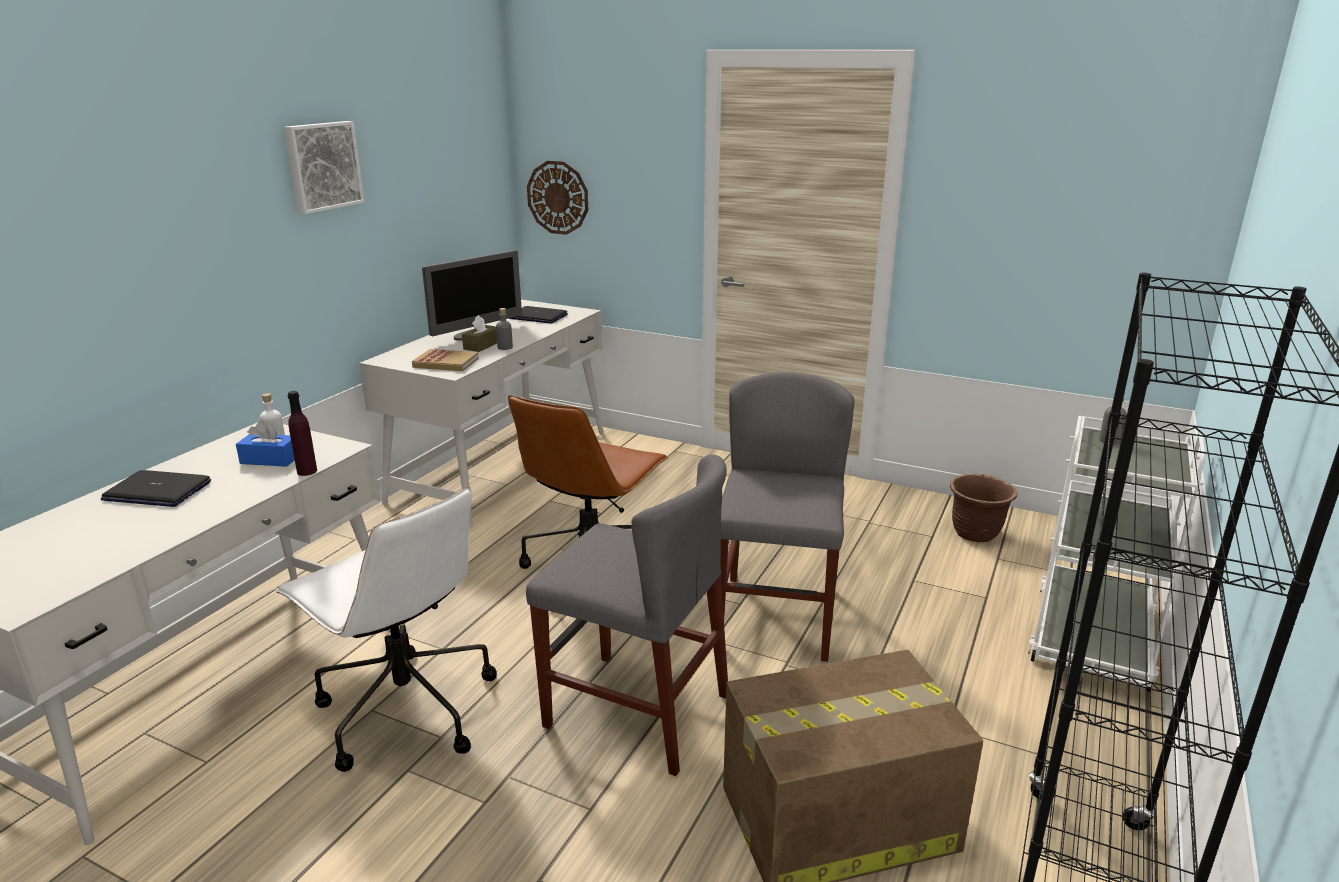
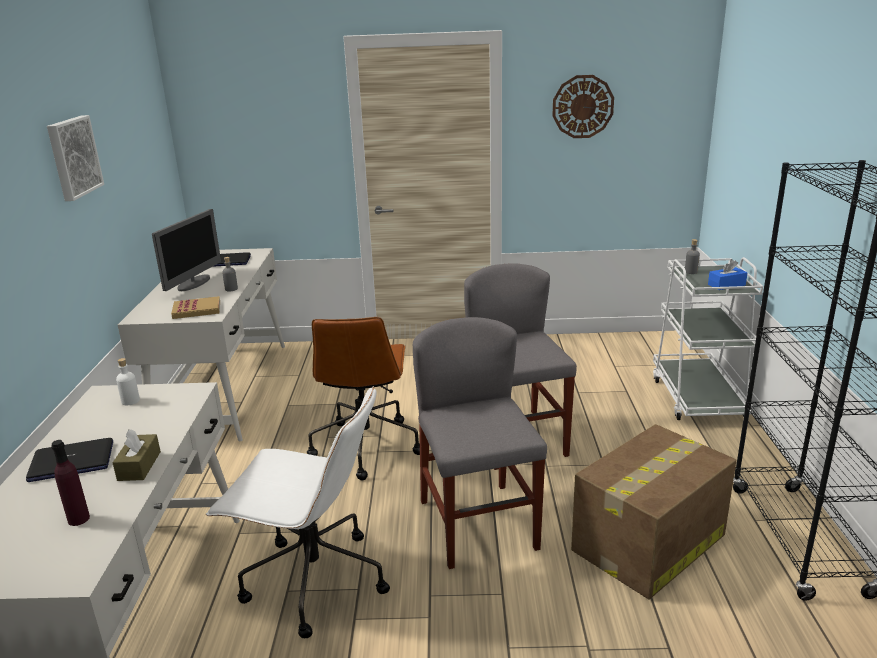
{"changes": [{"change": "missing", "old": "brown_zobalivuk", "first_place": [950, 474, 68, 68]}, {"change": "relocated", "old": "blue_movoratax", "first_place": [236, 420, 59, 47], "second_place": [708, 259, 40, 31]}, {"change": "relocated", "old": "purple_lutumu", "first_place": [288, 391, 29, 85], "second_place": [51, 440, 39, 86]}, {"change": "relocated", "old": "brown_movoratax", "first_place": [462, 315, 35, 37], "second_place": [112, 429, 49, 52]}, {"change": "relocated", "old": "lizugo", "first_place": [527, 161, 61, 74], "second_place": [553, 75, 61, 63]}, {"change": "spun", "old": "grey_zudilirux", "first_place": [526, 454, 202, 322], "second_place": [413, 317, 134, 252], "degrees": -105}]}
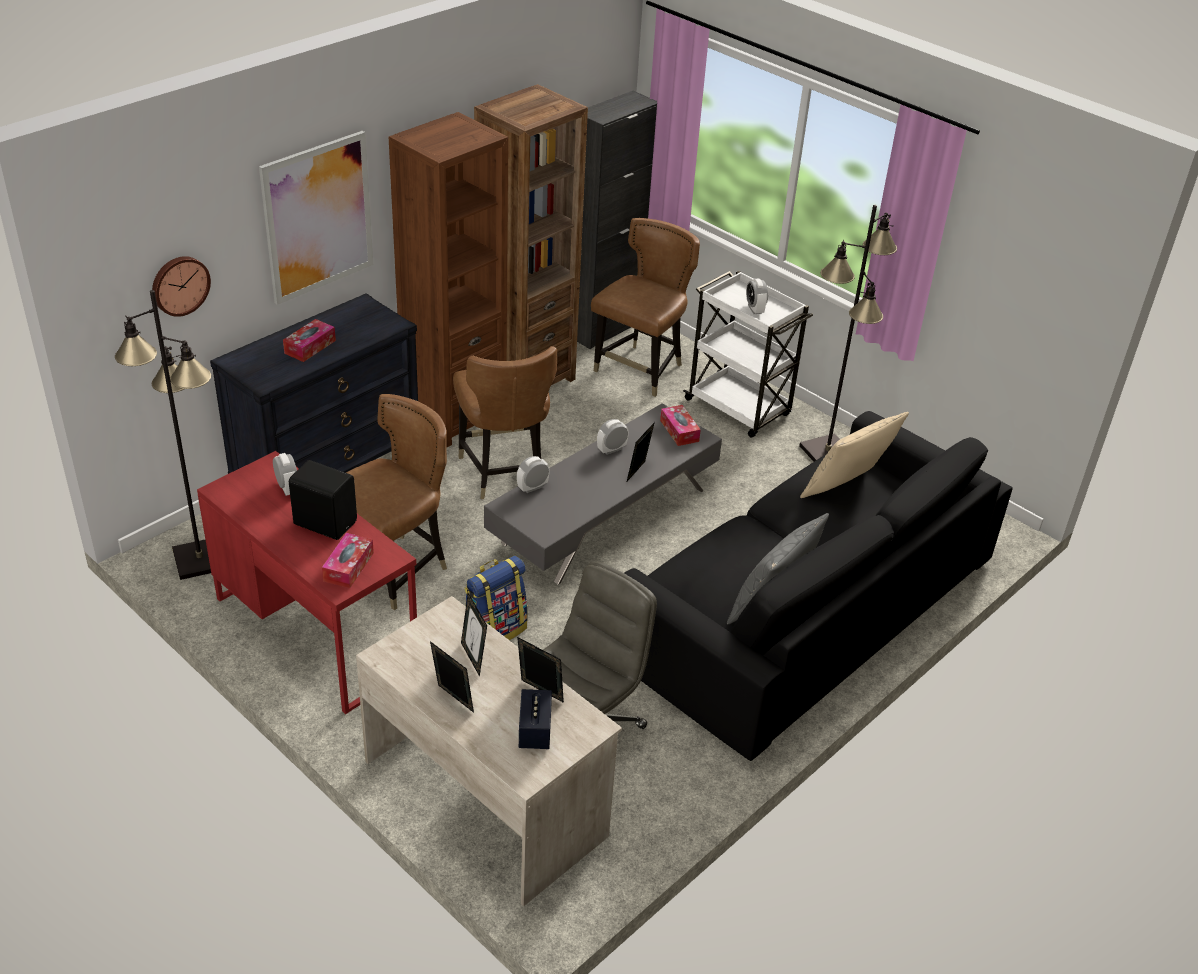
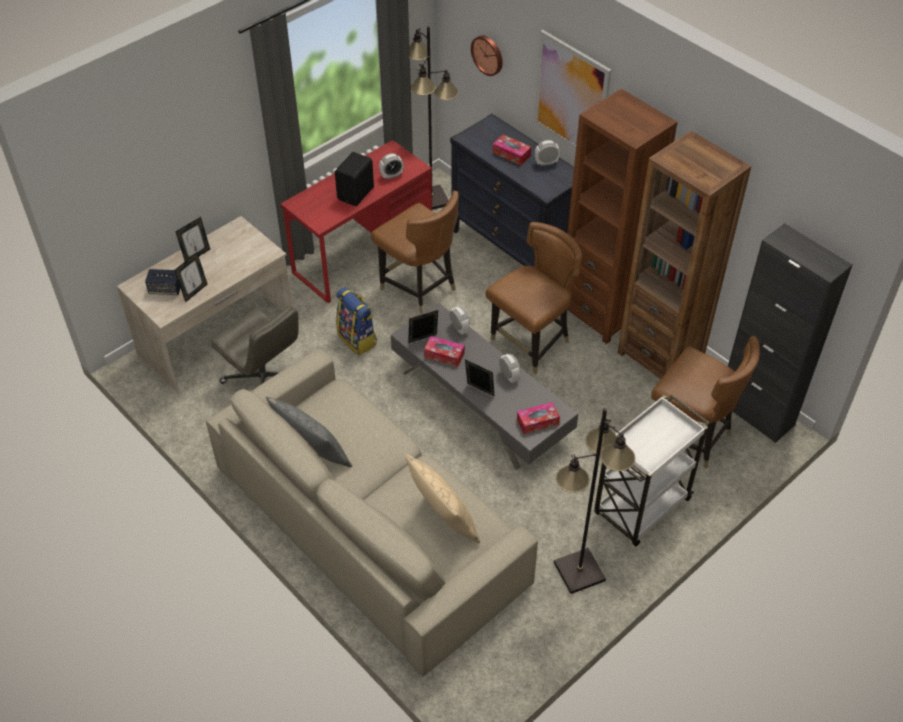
{"changes": [{"change": "relocated", "old": "movoratax", "first_place": [322, 533, 52, 55], "second_place": [424, 336, 41, 31]}, {"change": "relocated", "old": "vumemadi", "first_place": [461, 593, 26, 84], "second_place": [408, 310, 30, 33]}, {"change": "relocated", "old": "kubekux", "first_place": [746, 278, 22, 36], "second_place": [535, 140, 25, 26]}, {"change": "colour", "old": "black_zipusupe", "new": "beige_zipusupe", "first_place": [624, 411, 389, 350], "second_place": [206, 348, 332, 328]}, {"change": "spun", "old": "brown_zudilirux", "first_place": [453, 346, 104, 153], "second_place": [485, 222, 97, 152], "degrees": 150}]}
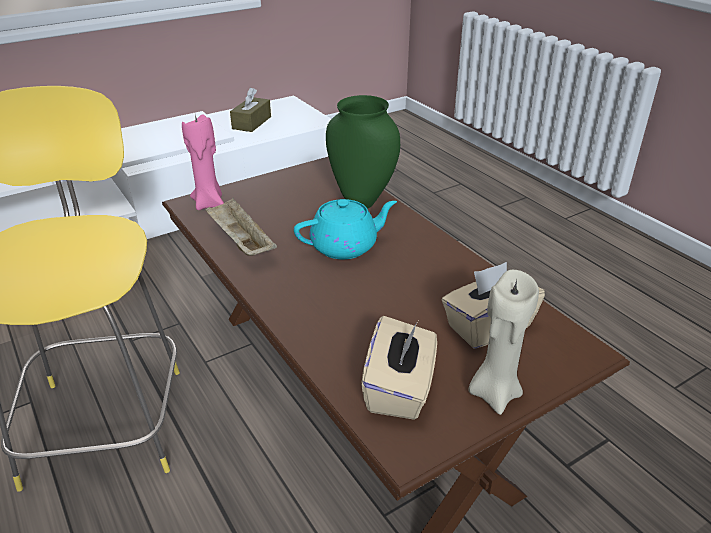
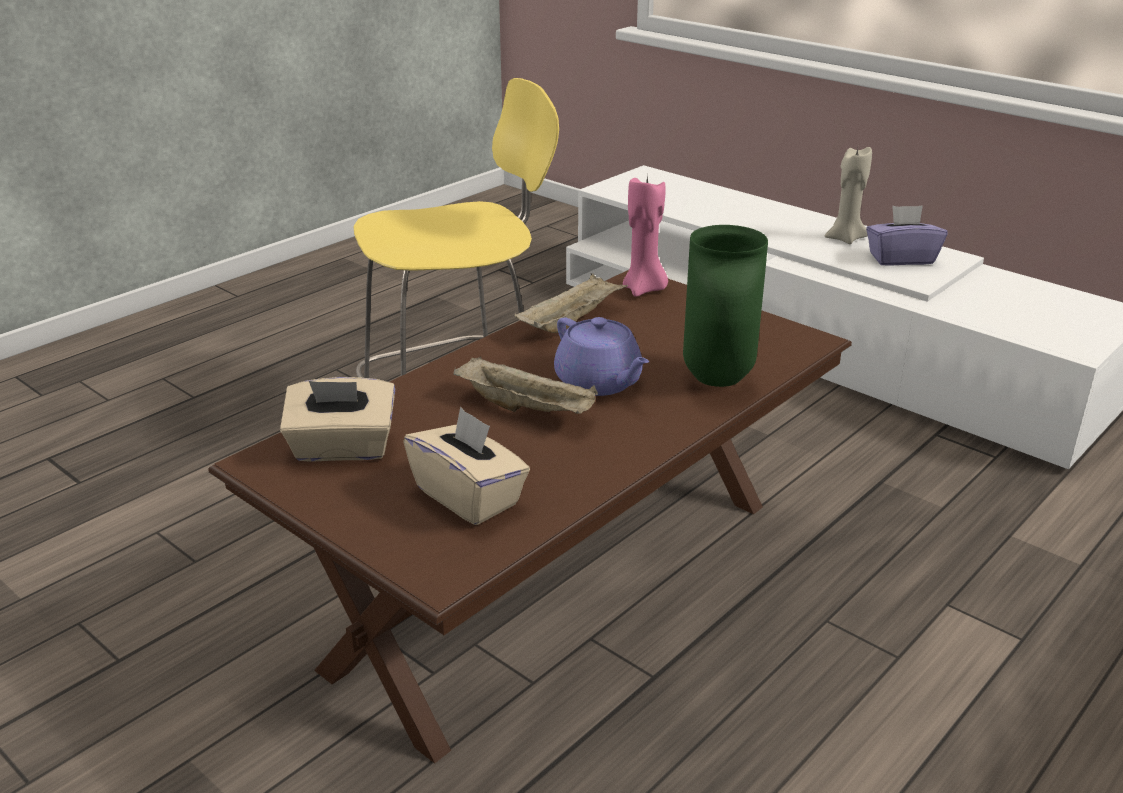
{"changes": [{"change": "missing", "old": "brown_movoratax", "first_place": [230, 88, 41, 44]}, {"change": "appeared", "new": "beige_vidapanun", "second_place": [453, 357, 145, 57]}, {"change": "appeared", "new": "purple_movoratax", "second_place": [866, 205, 82, 61]}, {"change": "relocated", "old": "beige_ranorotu", "first_place": [468, 270, 71, 145], "second_place": [824, 147, 48, 97]}, {"change": "colour", "old": "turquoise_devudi", "new": "purple_devudi", "first_place": [294, 199, 103, 60], "second_place": [554, 317, 95, 79]}]}
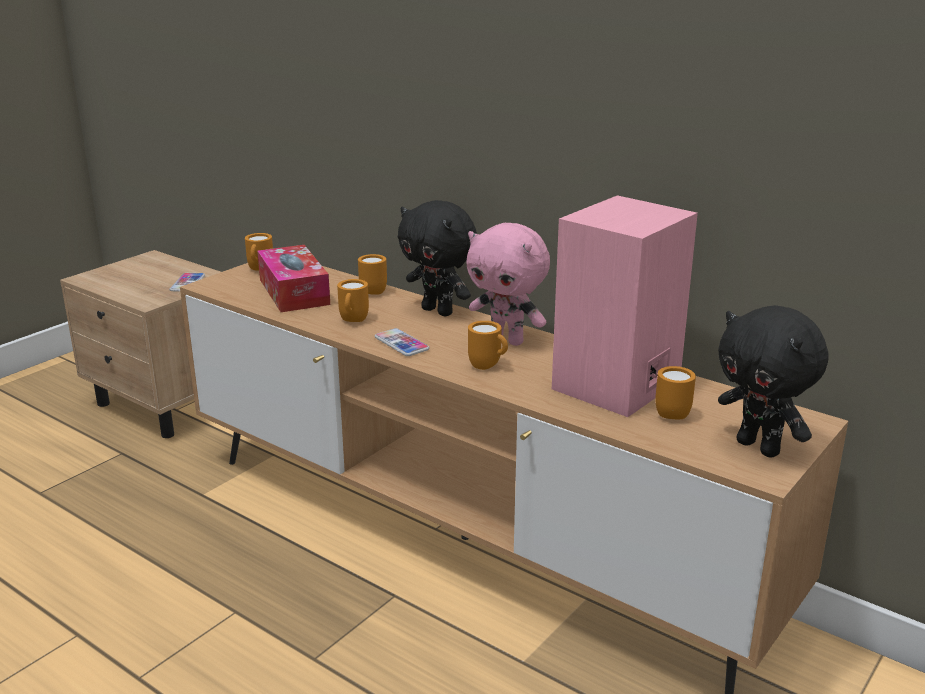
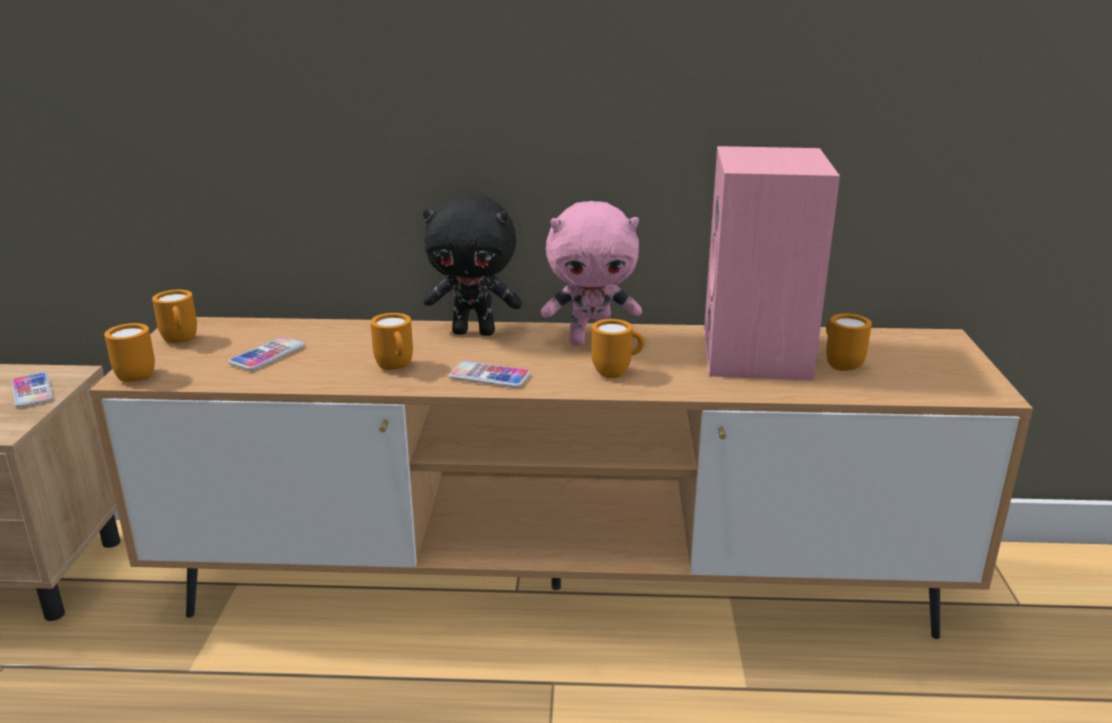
{"changes": [{"change": "missing", "old": "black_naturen", "first_place": [718, 305, 110, 153]}, {"change": "relocated", "old": "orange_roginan", "first_place": [358, 254, 29, 41], "second_place": [104, 323, 51, 59]}, {"change": "exchanged", "old": "movoratax", "new": "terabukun", "first_place": [257, 245, 73, 67], "second_place": [229, 336, 76, 35]}]}
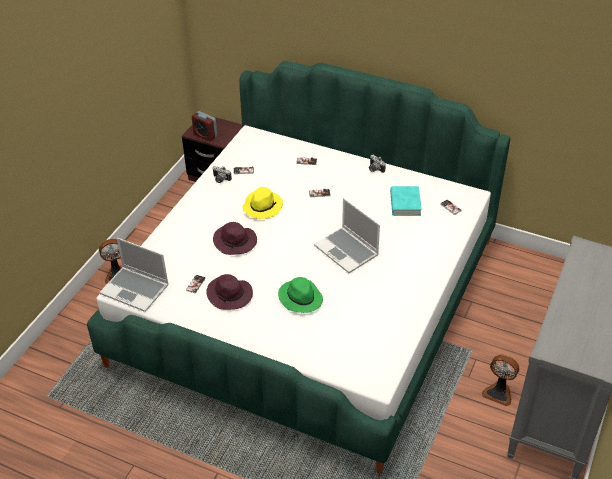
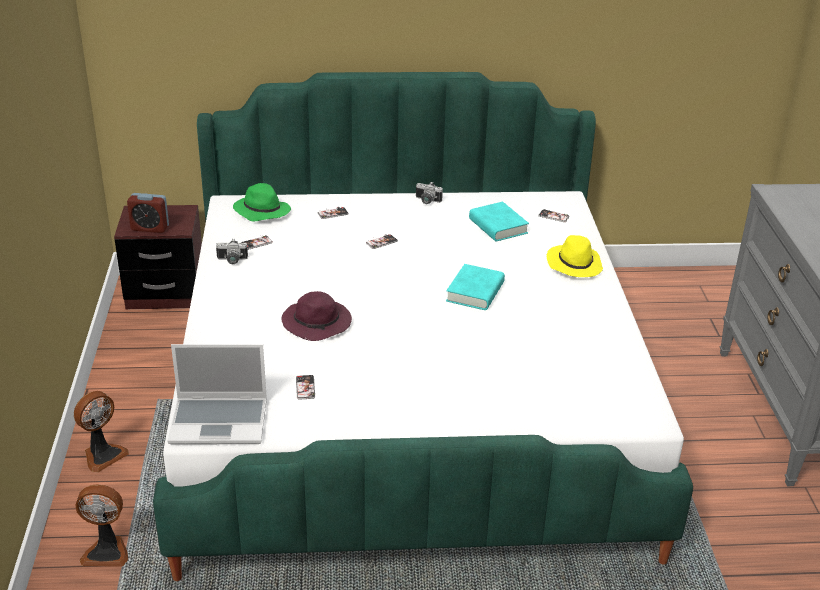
{"changes": [{"change": "missing", "old": "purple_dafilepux", "first_place": [206, 274, 47, 36]}, {"change": "relocated", "old": "yellow_dafilepux", "first_place": [242, 187, 41, 32], "second_place": [547, 235, 56, 42]}, {"change": "relocated", "old": "green_dafilepux", "first_place": [278, 277, 45, 36], "second_place": [233, 183, 58, 38]}, {"change": "relocated", "old": "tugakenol", "first_place": [482, 355, 37, 51], "second_place": [75, 485, 53, 82]}, {"change": "exchanged", "old": "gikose", "new": "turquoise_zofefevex", "first_place": [314, 198, 66, 75], "second_place": [446, 264, 59, 46]}]}
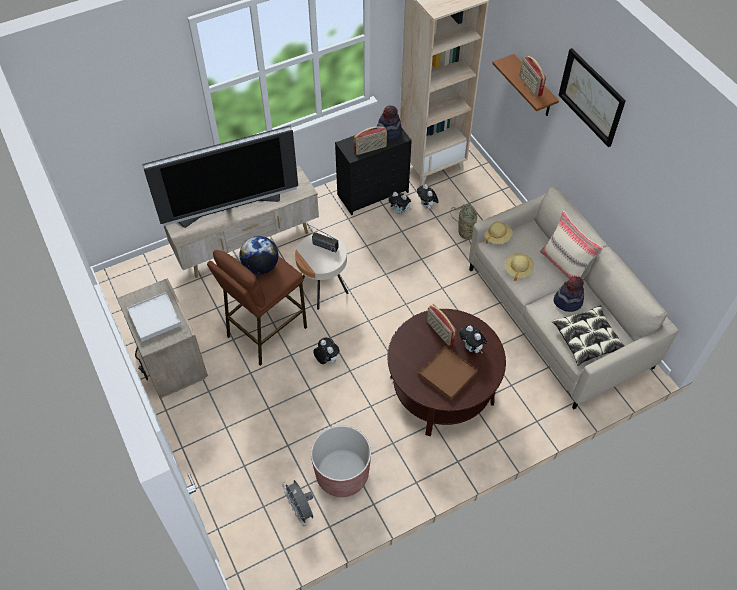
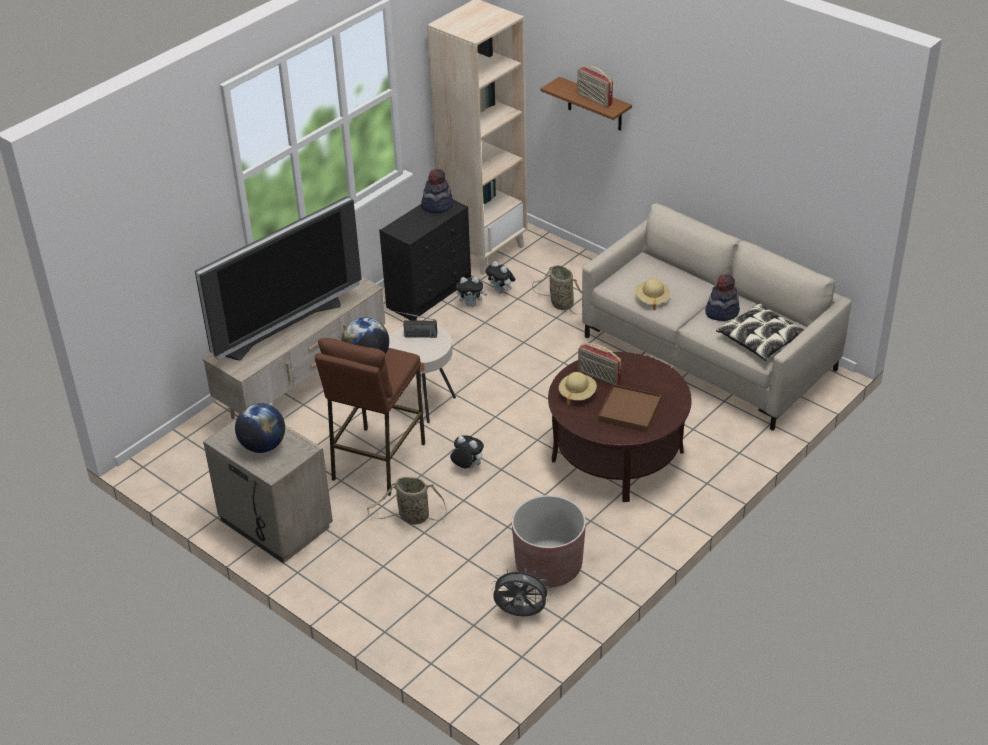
{"changes": [{"change": "missing", "old": "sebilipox", "first_place": [354, 126, 33, 29]}, {"change": "missing", "old": "naturen", "first_place": [459, 326, 28, 27]}, {"change": "missing", "old": "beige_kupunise", "first_place": [540, 211, 63, 68]}, {"change": "missing", "old": "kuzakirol", "first_place": [558, 48, 68, 99]}, {"change": "appeared", "new": "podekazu", "second_place": [367, 477, 80, 48]}, {"change": "relocated", "old": "beige_dafilepux", "first_place": [484, 222, 29, 22], "second_place": [559, 372, 38, 33]}, {"change": "exchanged", "old": "white_vidapanun", "new": "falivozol", "first_place": [127, 292, 54, 50], "second_place": [235, 403, 50, 50]}, {"change": "spun", "old": "grey_tugakenol", "first_place": [282, 480, 31, 46], "second_place": [492, 567, 59, 49], "degrees": 150}]}
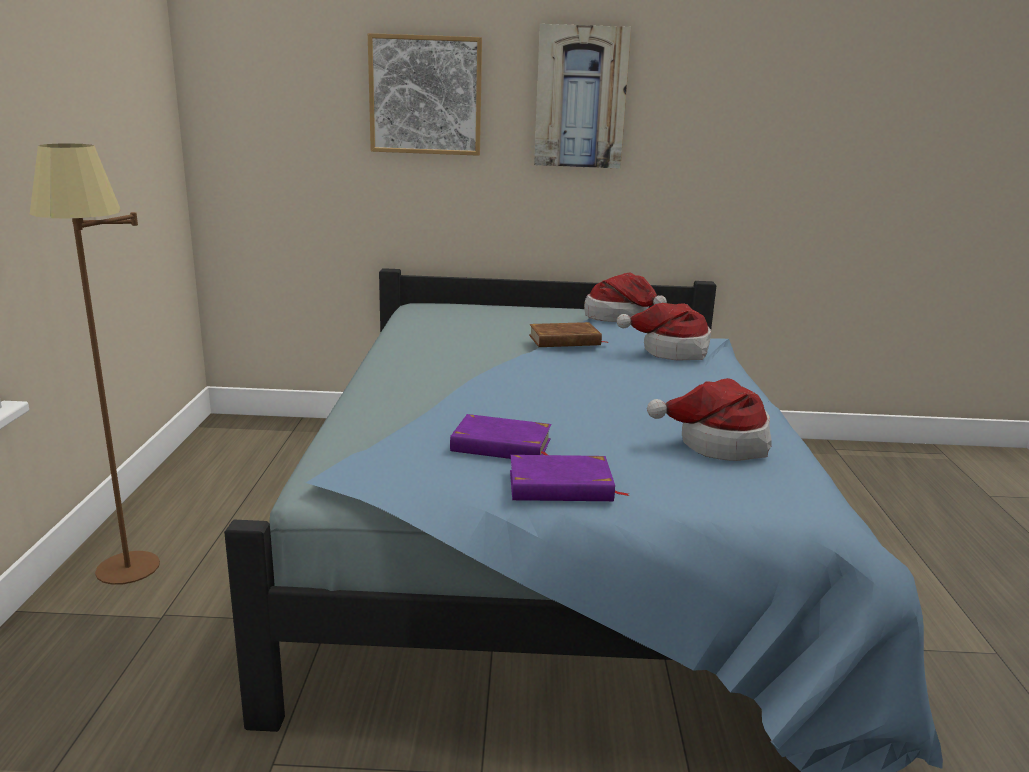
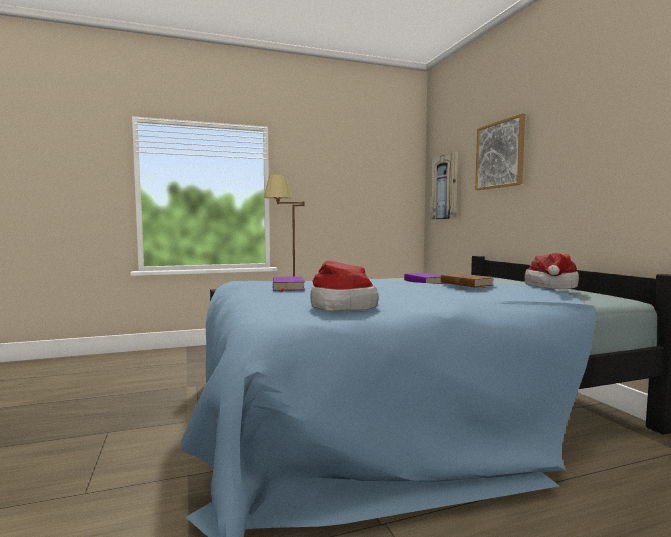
{"changes": [{"change": "missing", "old": "dafilepux", "first_place": [617, 303, 94, 57]}, {"change": "relocated", "old": "purple_zofefevex", "first_place": [510, 455, 120, 46], "second_place": [404, 273, 43, 11]}, {"change": "relocated", "old": "kuzakirol", "first_place": [534, 24, 97, 145], "second_place": [430, 152, 28, 68]}]}
